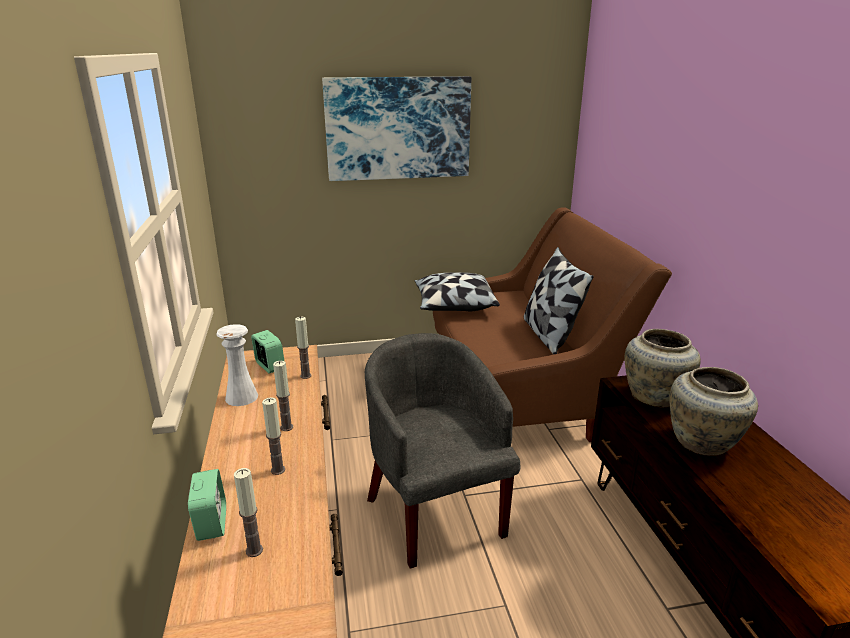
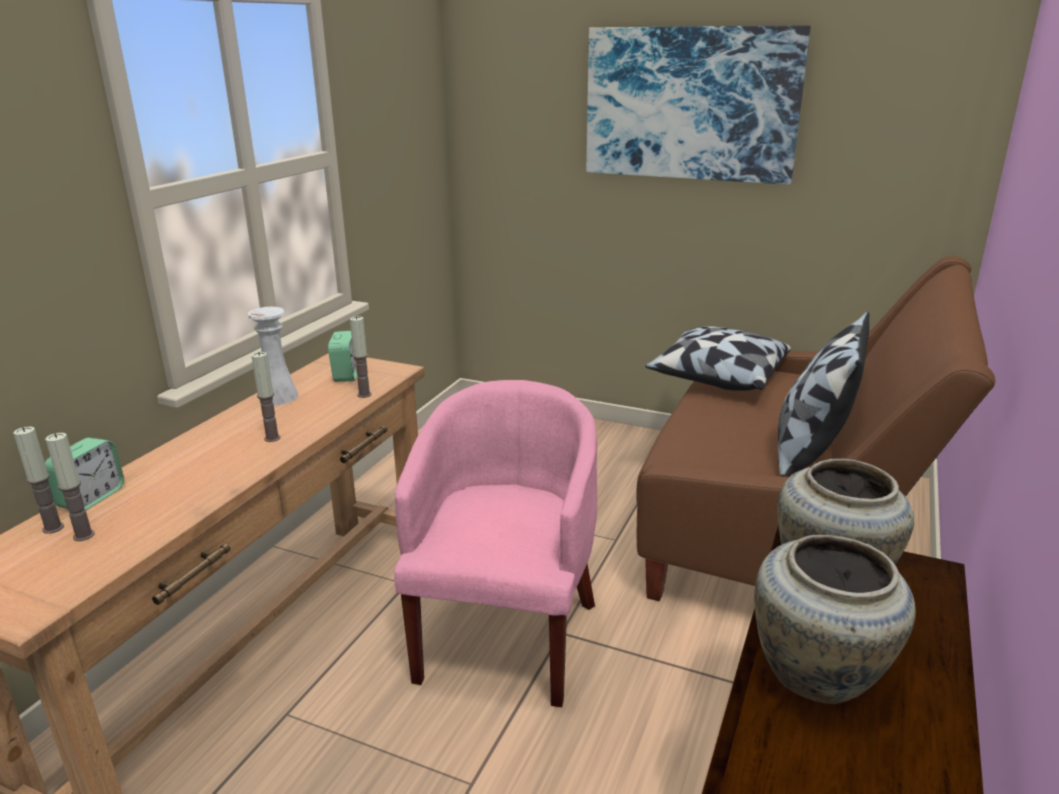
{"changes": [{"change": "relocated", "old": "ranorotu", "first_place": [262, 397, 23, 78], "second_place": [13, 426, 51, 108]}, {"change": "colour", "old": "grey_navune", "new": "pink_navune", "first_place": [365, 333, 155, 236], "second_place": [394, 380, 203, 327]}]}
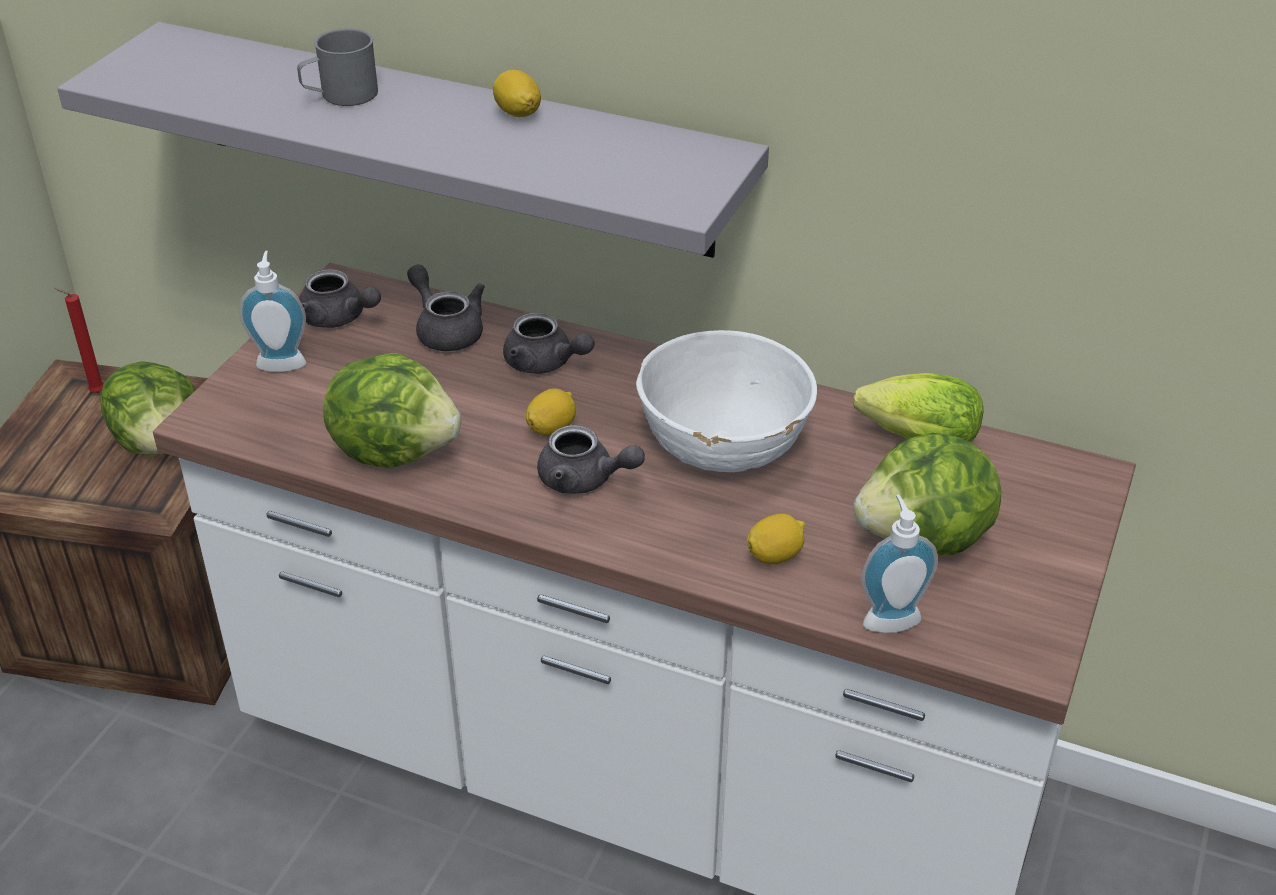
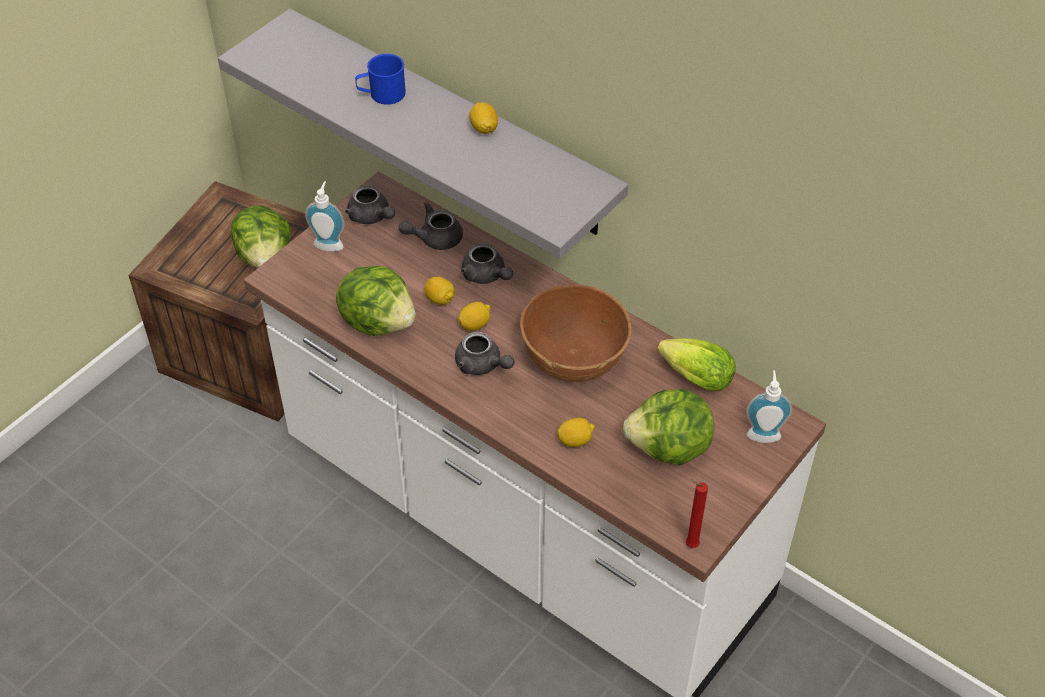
{"changes": [{"change": "appeared", "new": "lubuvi", "second_place": [425, 277, 30, 28]}, {"change": "relocated", "old": "red_ranorotu", "first_place": [54, 288, 50, 105], "second_place": [686, 479, 22, 69]}, {"change": "relocated", "old": "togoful", "first_place": [861, 495, 77, 138], "second_place": [746, 370, 46, 73]}, {"change": "colour", "old": "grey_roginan", "new": "blue_roginan", "first_place": [297, 28, 81, 78], "second_place": [355, 54, 51, 51]}, {"change": "colour", "old": "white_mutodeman", "new": "brown_mutodeman", "first_place": [636, 330, 181, 142], "second_place": [520, 284, 112, 98]}, {"change": "spun", "old": "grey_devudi", "first_place": [407, 264, 78, 87], "second_place": [399, 202, 64, 48], "degrees": -90}]}
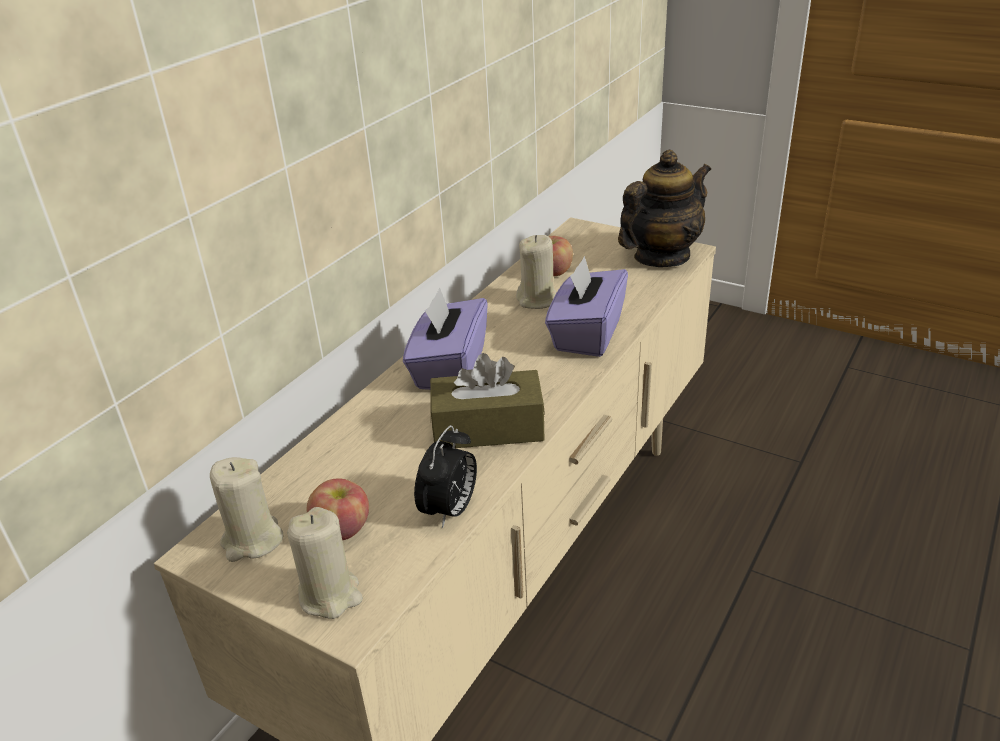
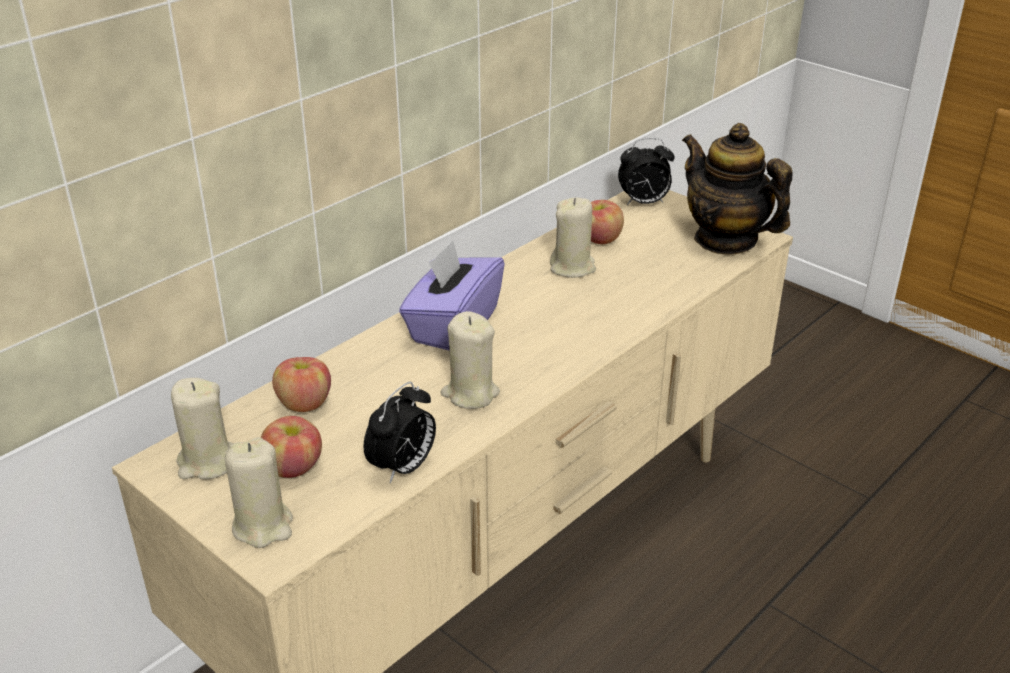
{"changes": [{"change": "missing", "old": "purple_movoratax", "first_place": [545, 256, 83, 101]}, {"change": "appeared", "new": "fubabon", "second_place": [272, 357, 59, 55]}, {"change": "appeared", "new": "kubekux", "second_place": [618, 138, 57, 67]}, {"change": "exchanged", "old": "brown_movoratax", "new": "beige_ranorotu", "first_place": [430, 353, 115, 95], "second_place": [441, 311, 59, 98]}, {"change": "spun", "old": "devudi", "first_place": [618, 150, 93, 117], "second_place": [682, 123, 110, 132], "degrees": -105}]}
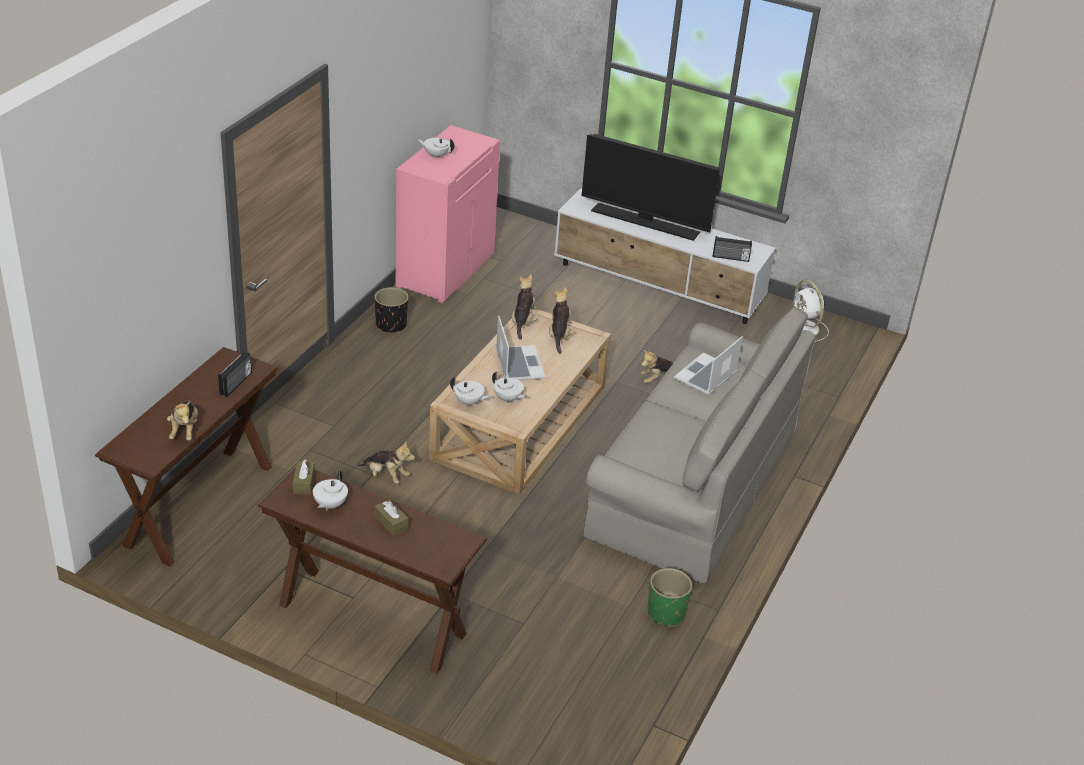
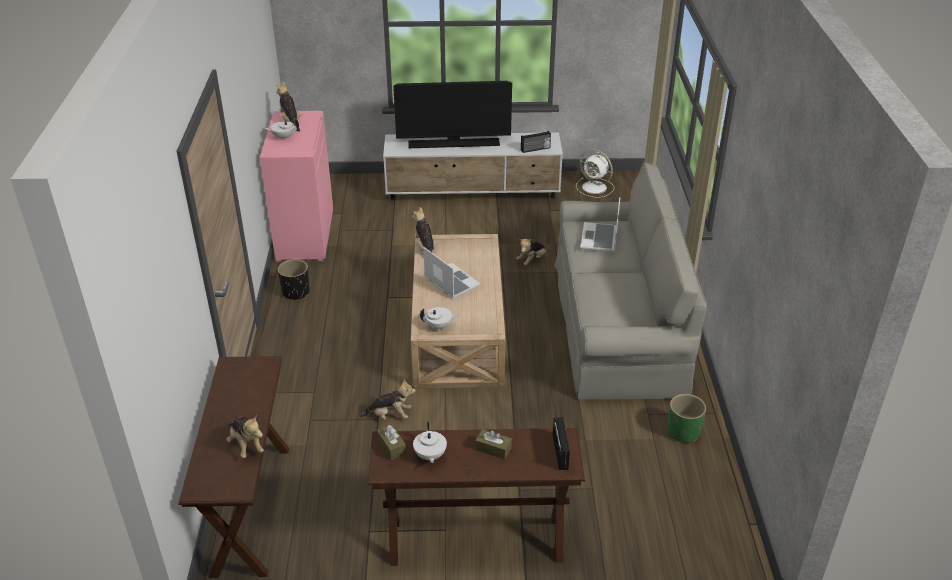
{"changes": [{"change": "missing", "old": "white_devudi", "first_place": [492, 371, 35, 31]}, {"change": "relocated", "old": "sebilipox", "first_place": [218, 351, 34, 46], "second_place": [553, 417, 17, 53]}, {"change": "relocated", "old": "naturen", "first_place": [549, 287, 25, 67], "second_place": [276, 82, 26, 50]}]}
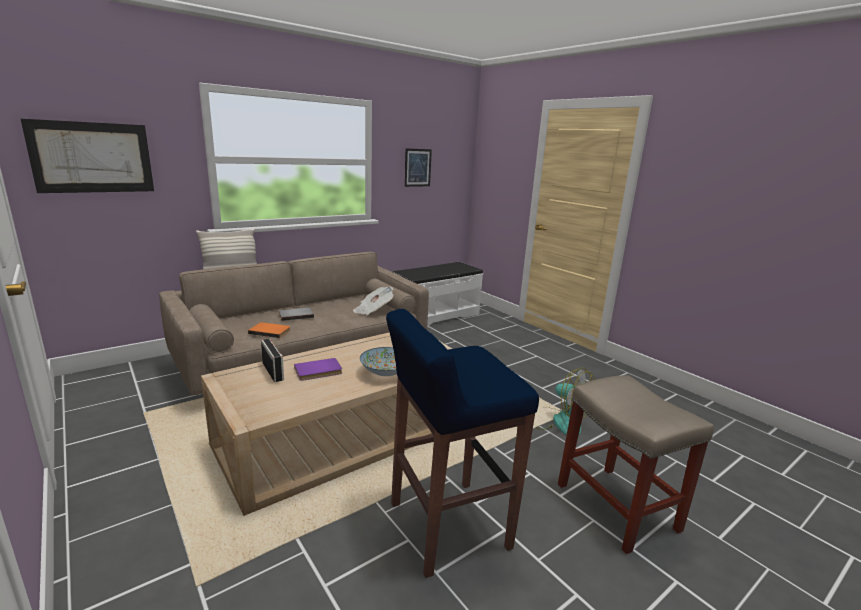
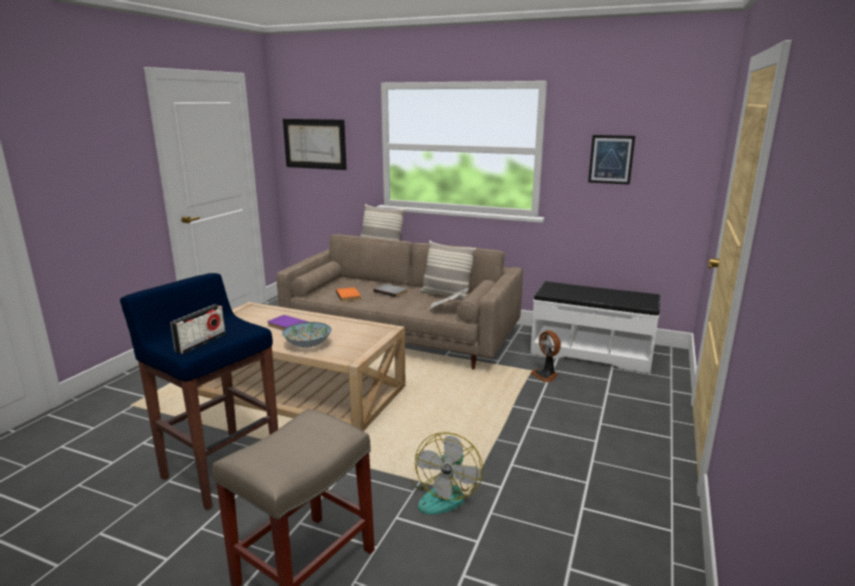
{"changes": [{"change": "appeared", "new": "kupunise", "second_place": [420, 241, 56, 59]}, {"change": "appeared", "new": "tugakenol", "second_place": [531, 330, 30, 53]}, {"change": "relocated", "old": "sebilipox", "first_place": [261, 339, 23, 43], "second_place": [170, 304, 56, 50]}]}
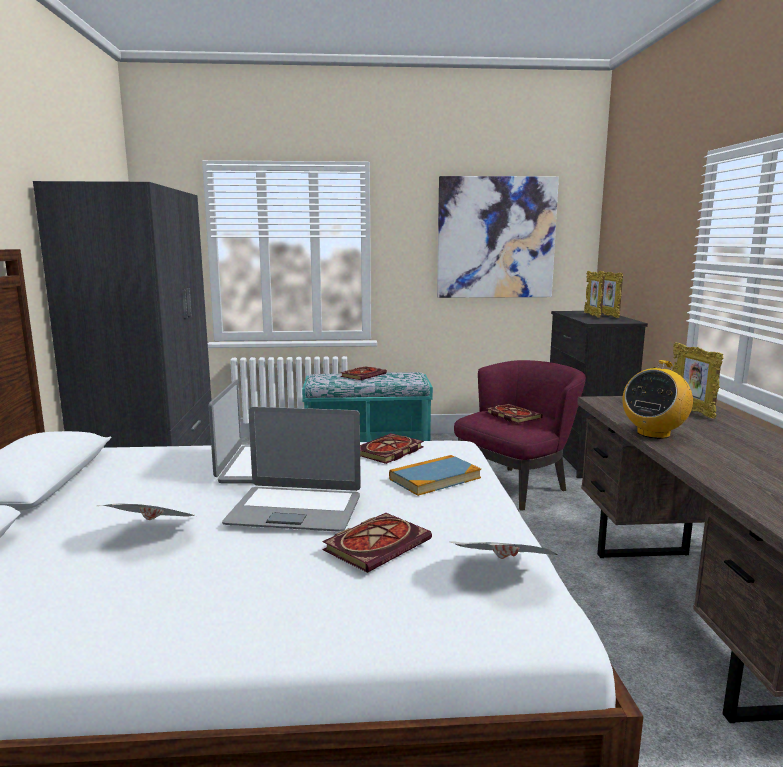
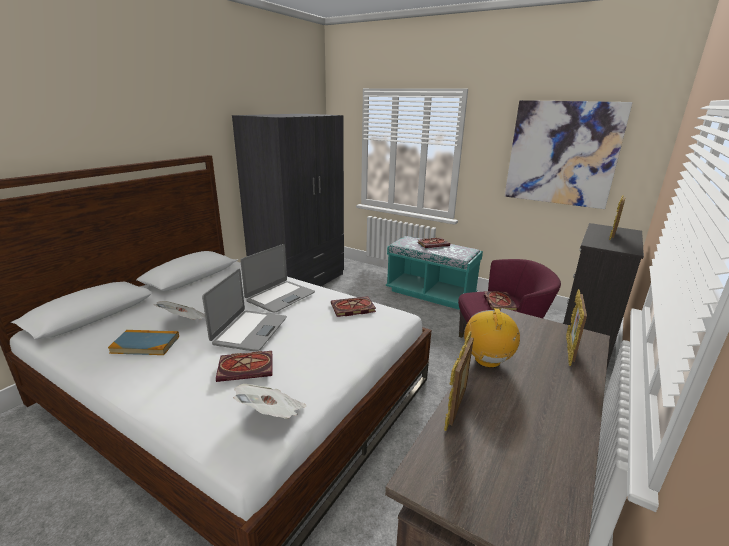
{"changes": [{"change": "relocated", "old": "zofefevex", "first_place": [389, 455, 92, 41], "second_place": [108, 330, 71, 25]}, {"change": "relocated", "old": "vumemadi", "first_place": [598, 271, 25, 47], "second_place": [444, 331, 30, 100]}, {"change": "spun", "old": "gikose", "first_place": [222, 407, 139, 125], "second_place": [202, 269, 85, 82], "degrees": -120}, {"change": "spun", "old": "sebilipox", "first_place": [622, 360, 71, 79], "second_place": [464, 308, 56, 60], "degrees": 105}]}
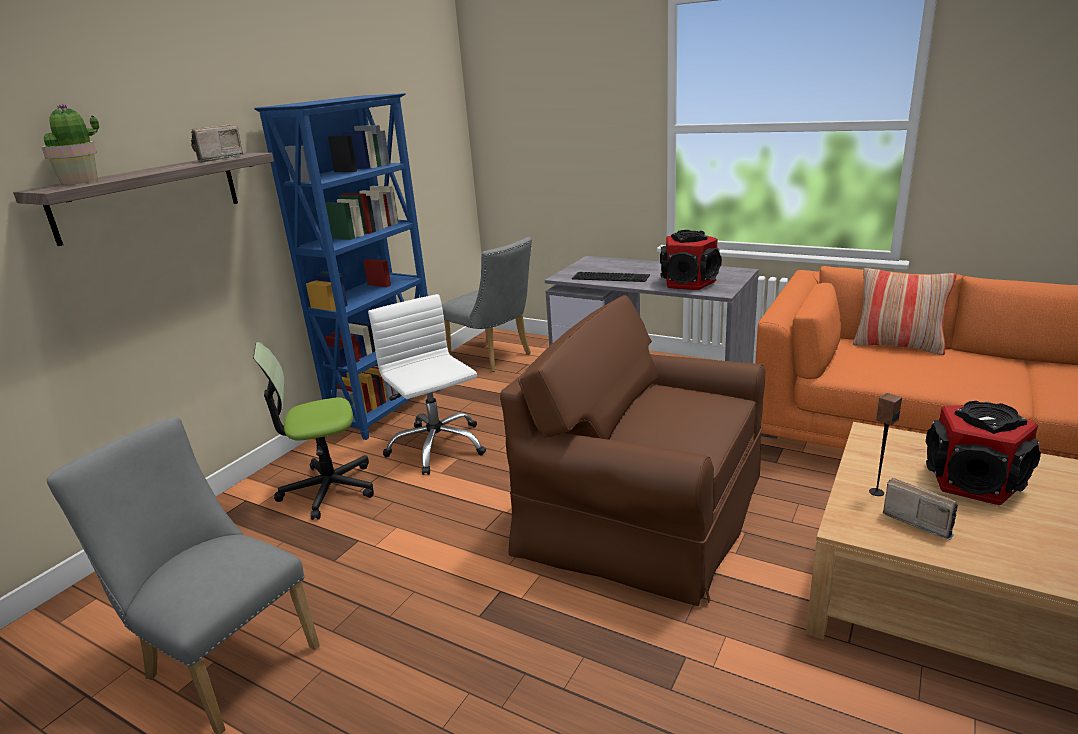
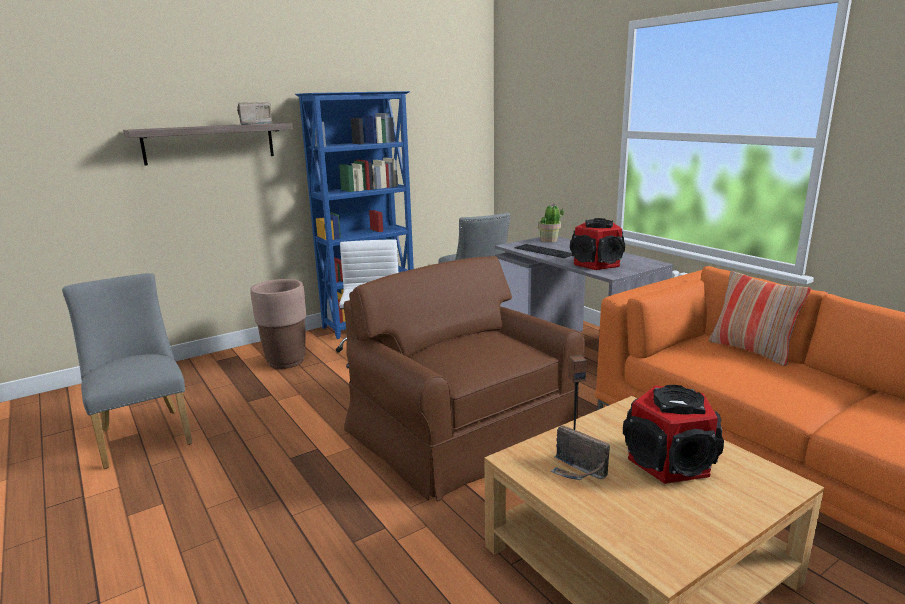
{"changes": [{"change": "relocated", "old": "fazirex", "first_place": [42, 104, 57, 81], "second_place": [538, 203, 26, 39]}, {"change": "exchanged", "old": "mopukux", "new": "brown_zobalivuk", "first_place": [253, 342, 121, 178], "second_place": [250, 279, 56, 90]}, {"change": "spun", "old": "sebilipox", "first_place": [883, 478, 75, 62], "second_place": [551, 425, 59, 55], "degrees": 150}]}
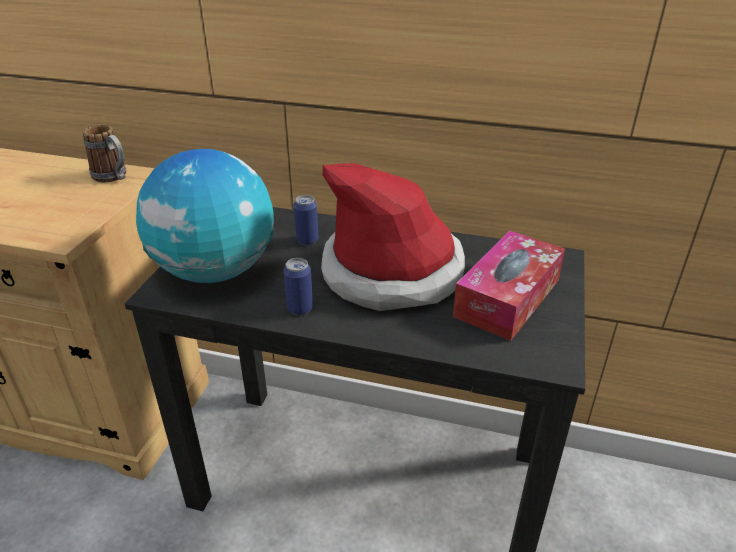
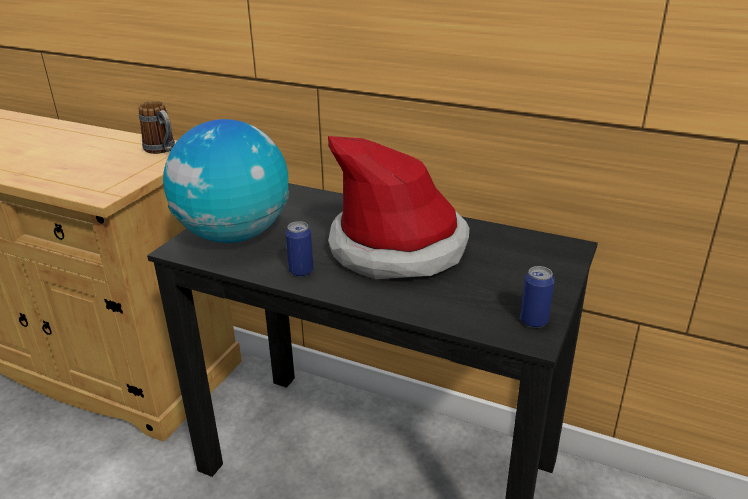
{"changes": [{"change": "missing", "old": "movoratax", "first_place": [453, 231, 112, 110]}, {"change": "relocated", "old": "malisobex", "first_place": [294, 195, 25, 50], "second_place": [520, 266, 35, 62]}]}
